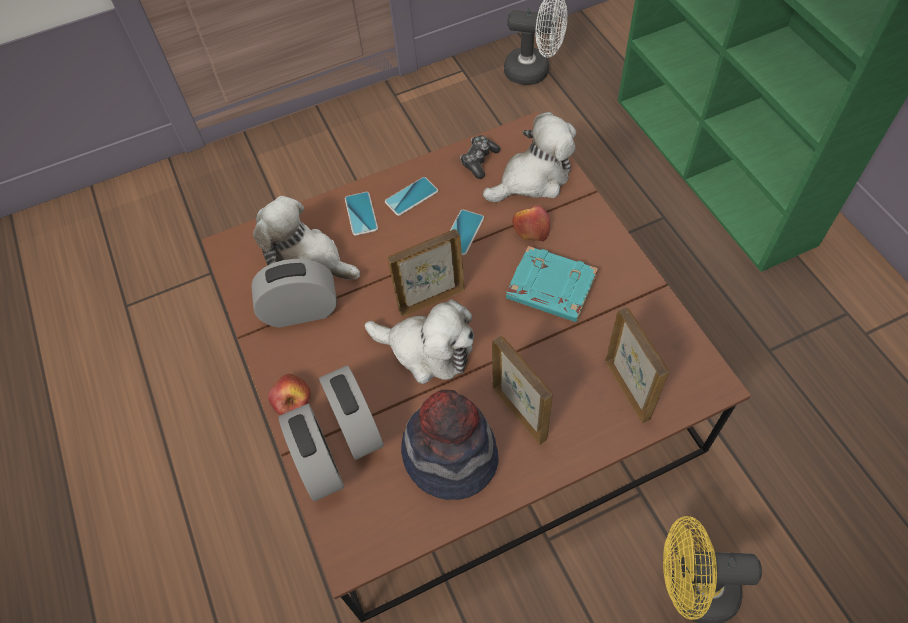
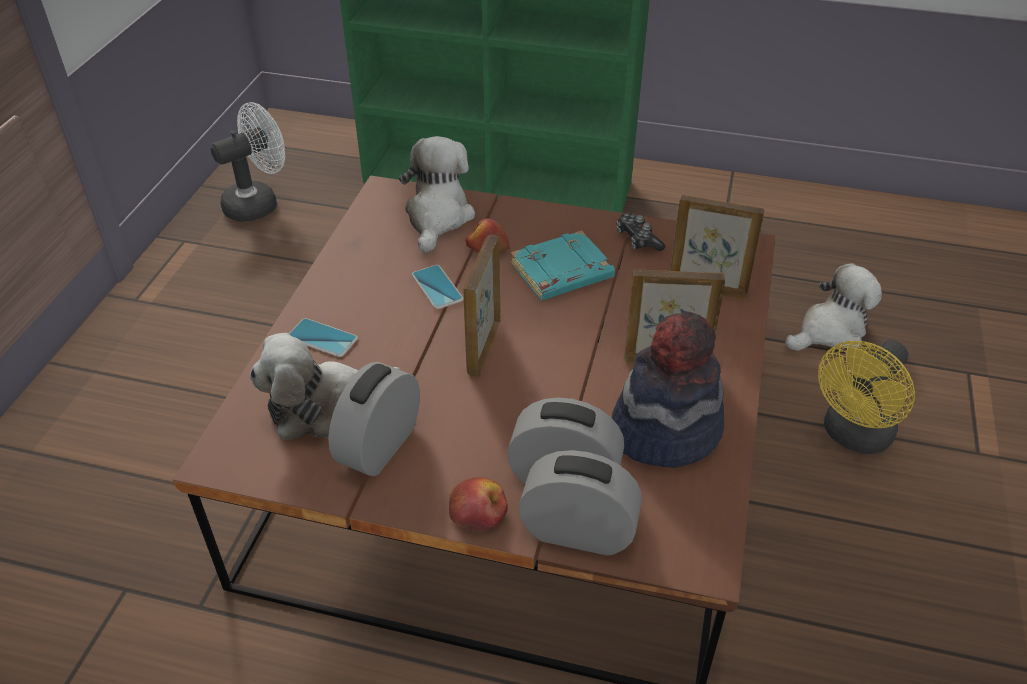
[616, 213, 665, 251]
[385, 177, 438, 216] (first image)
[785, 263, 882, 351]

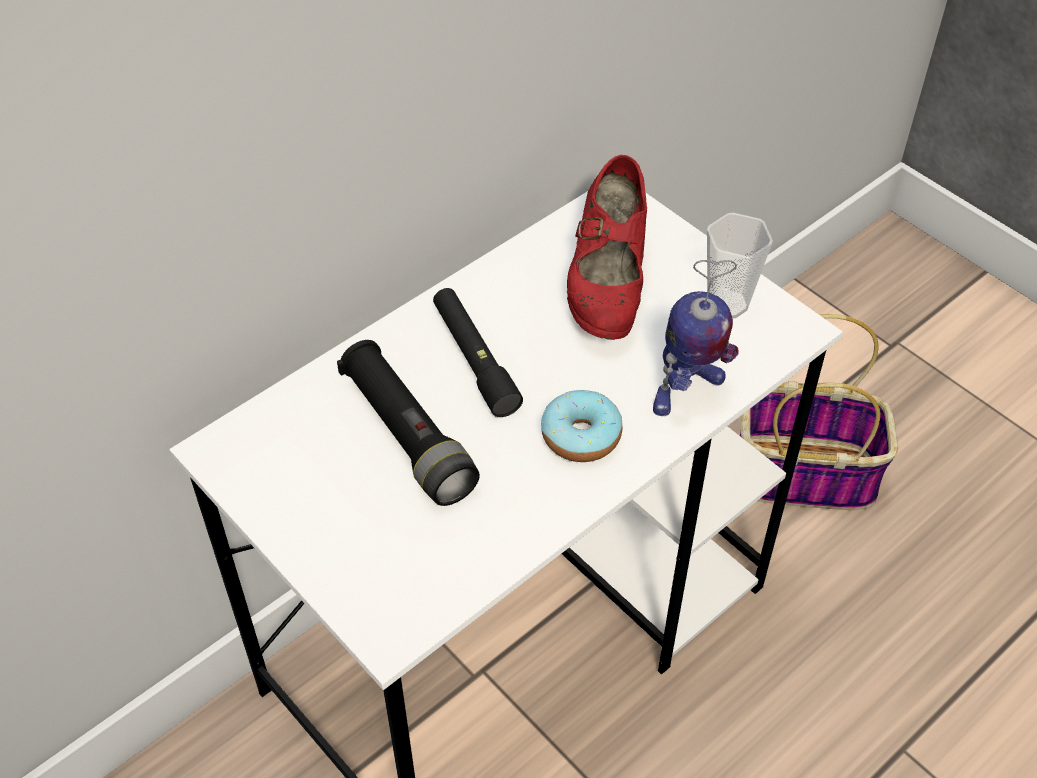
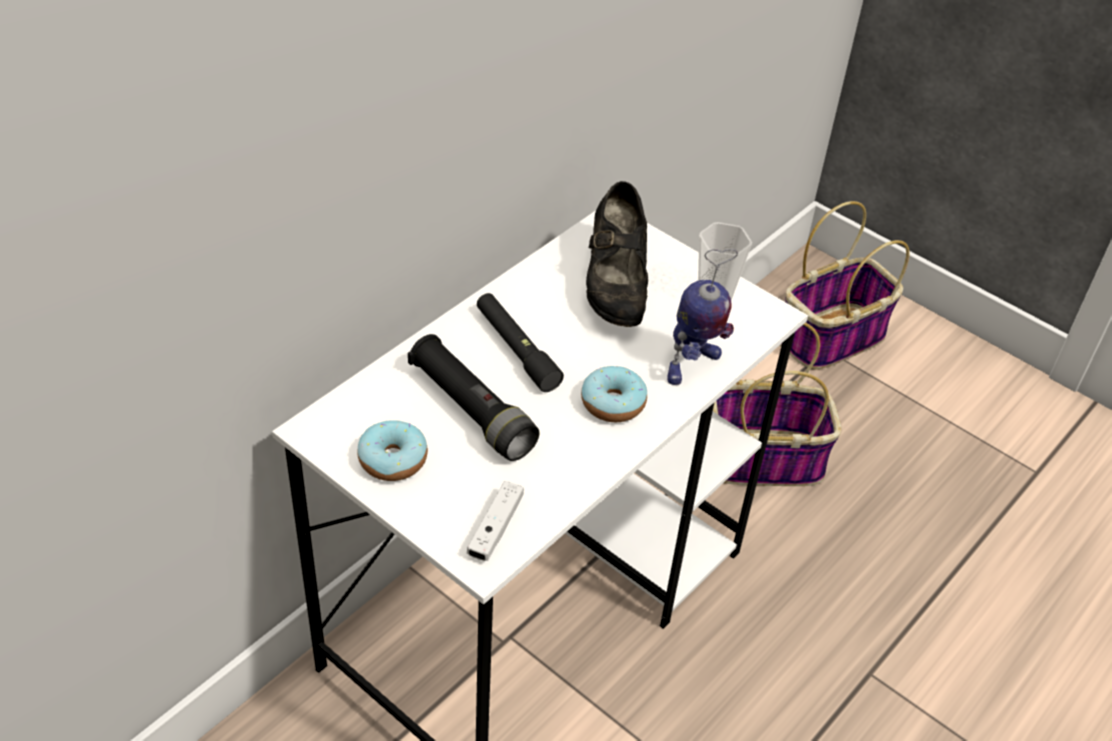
[586, 181, 648, 327]
[780, 201, 910, 370]
[357, 420, 428, 481]
[467, 481, 524, 561]

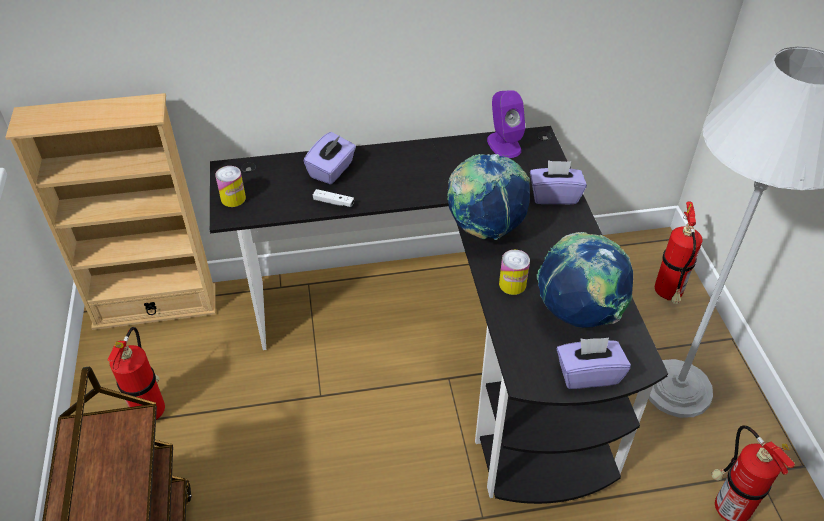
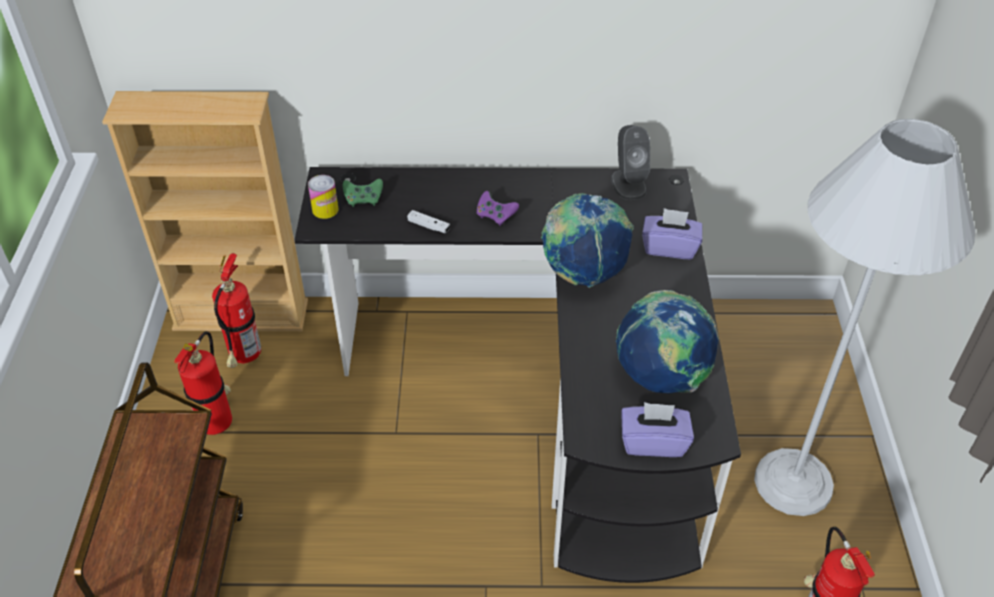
[611, 125, 650, 200]
[304, 132, 356, 185] (first image)
[212, 253, 261, 368]
[499, 250, 530, 295] (first image)
[343, 179, 383, 207]
[477, 191, 519, 226]

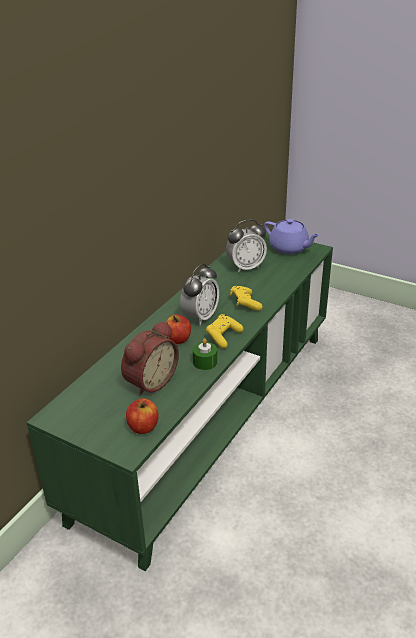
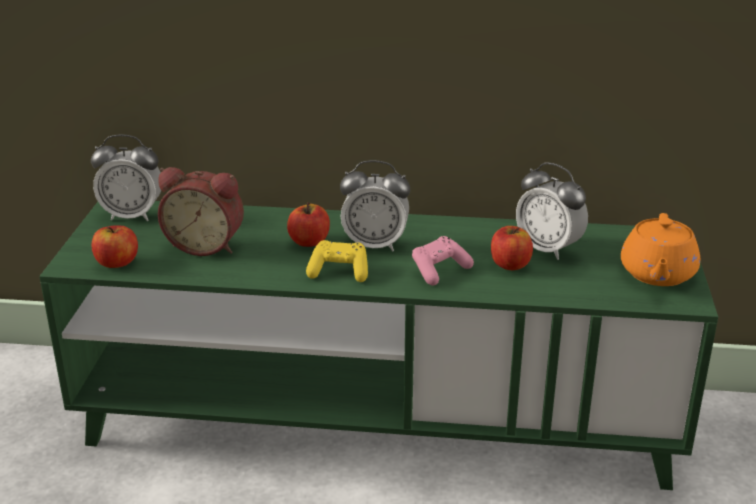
[621, 213, 700, 286]
[412, 236, 474, 286]
[193, 338, 217, 370] (first image)
[91, 134, 161, 221]
[491, 226, 533, 270]

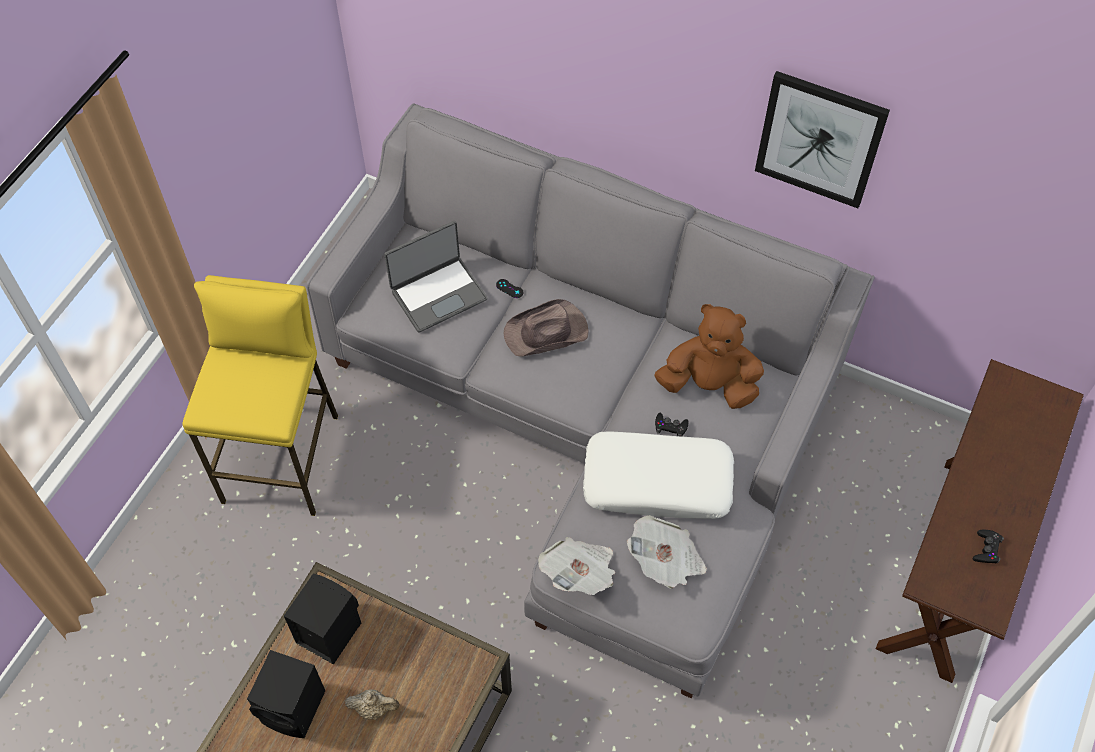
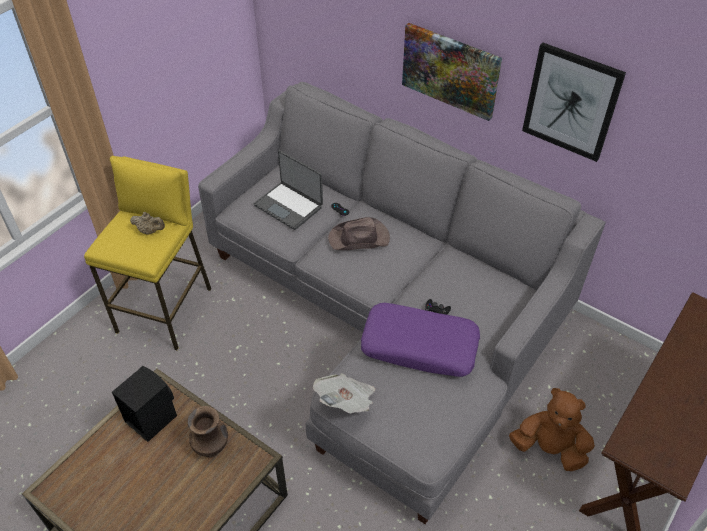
[253, 150, 323, 230]
[509, 388, 595, 471]
[361, 303, 480, 377]
[627, 515, 707, 588] (first image)
[973, 530, 1004, 563] (first image)
[247, 650, 325, 738] (first image)
[130, 212, 165, 235]
[402, 23, 502, 121]
[188, 406, 228, 458]

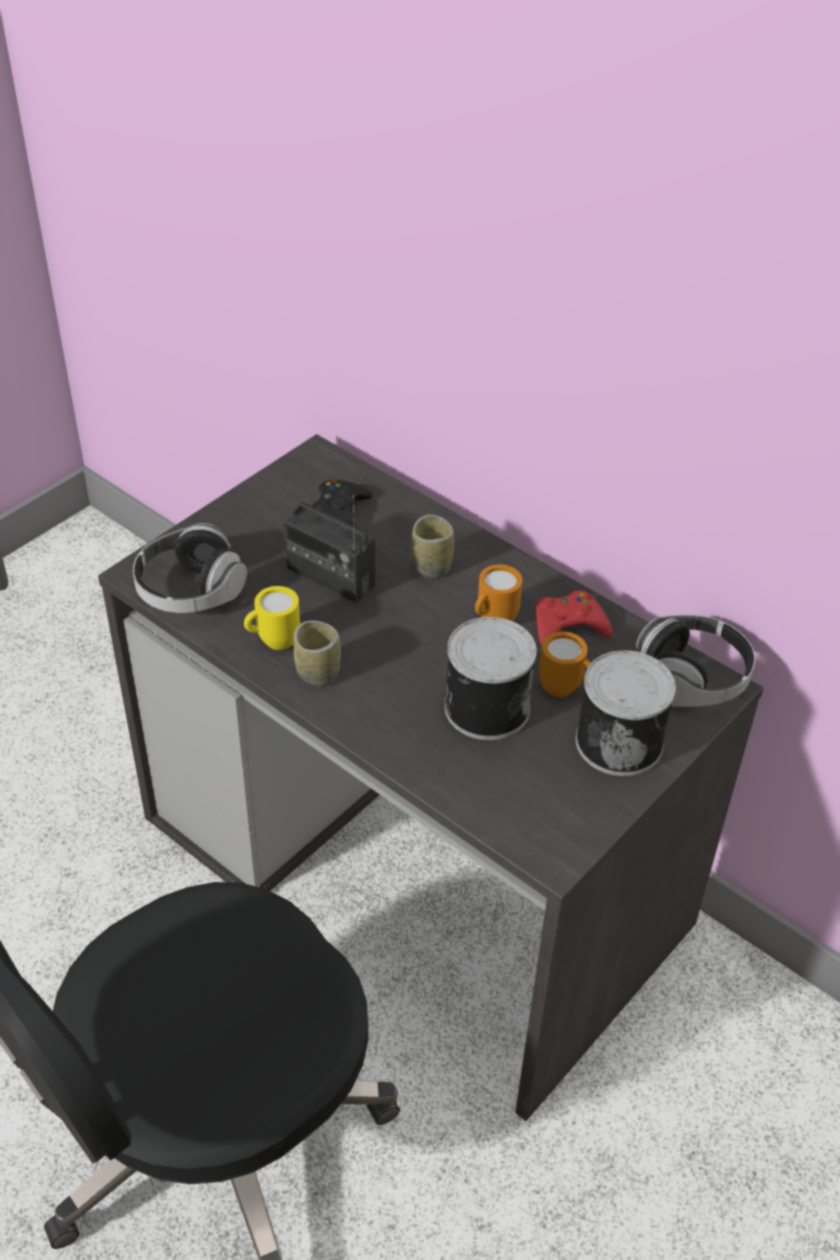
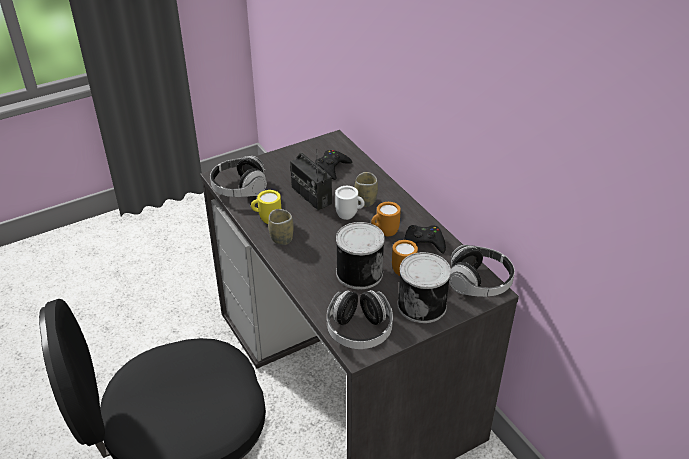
[404, 225, 446, 254]
[335, 186, 365, 220]
[327, 290, 393, 349]

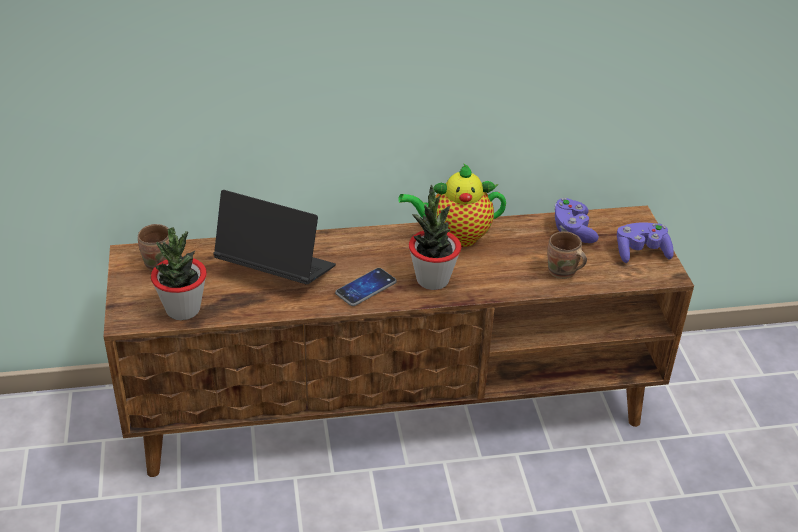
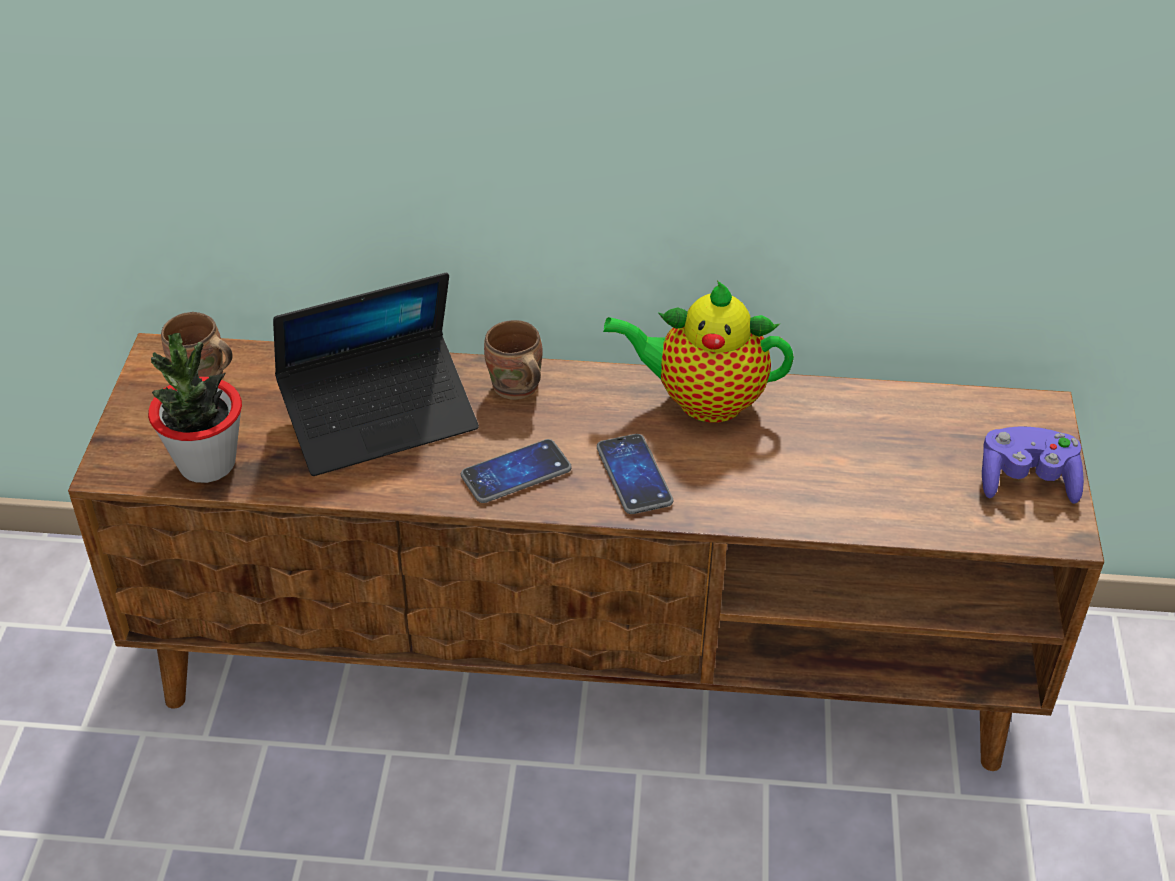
[597, 434, 673, 514]
[273, 273, 479, 476]
[554, 198, 599, 243] (first image)
[484, 320, 543, 400]

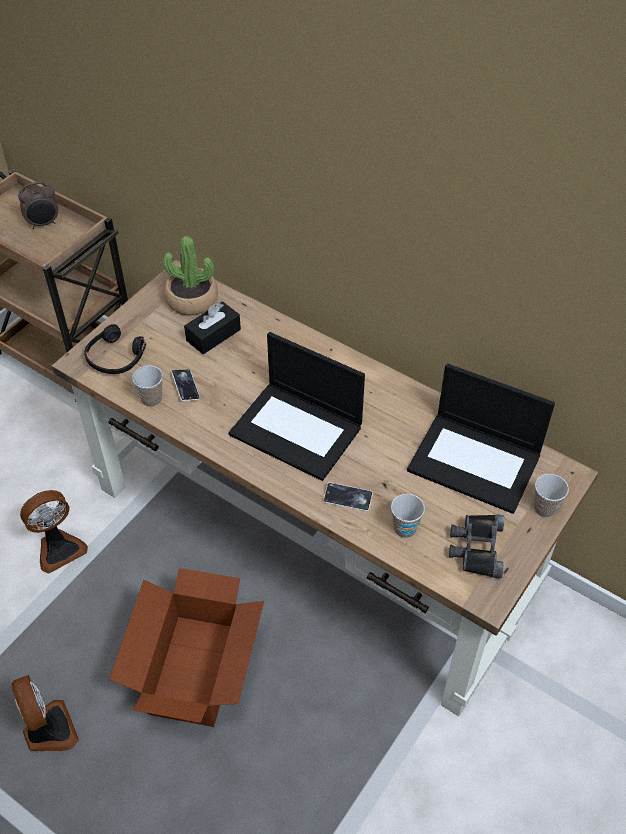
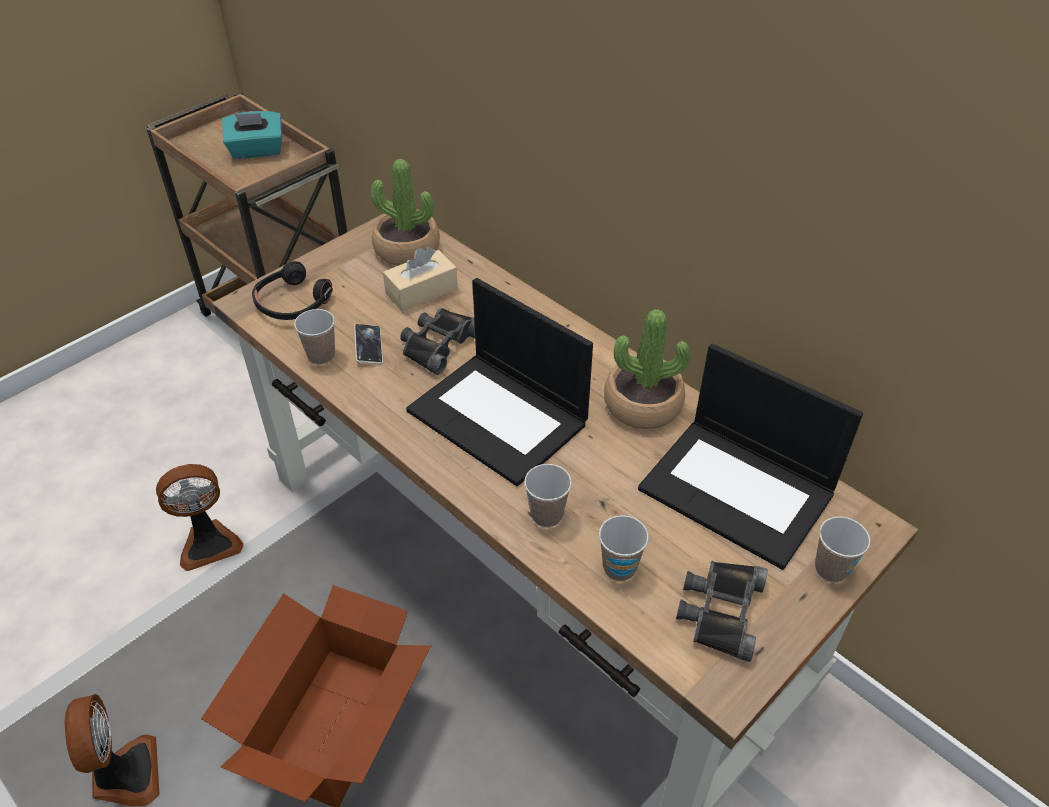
[222, 111, 282, 159]
[383, 247, 458, 312]
[524, 464, 572, 527]
[400, 308, 475, 375]
[604, 309, 690, 429]

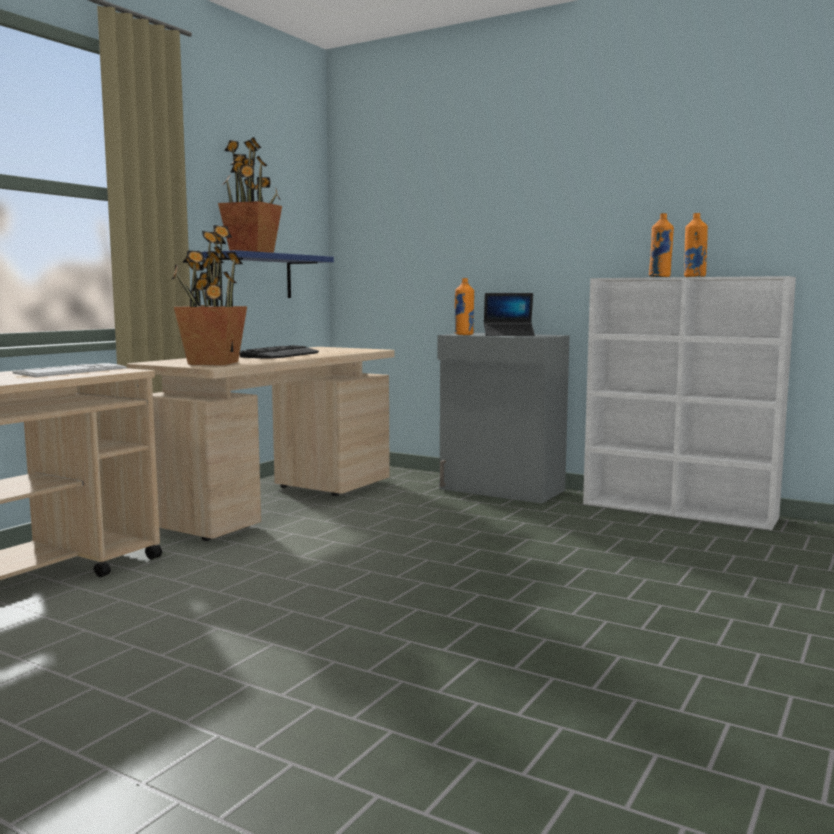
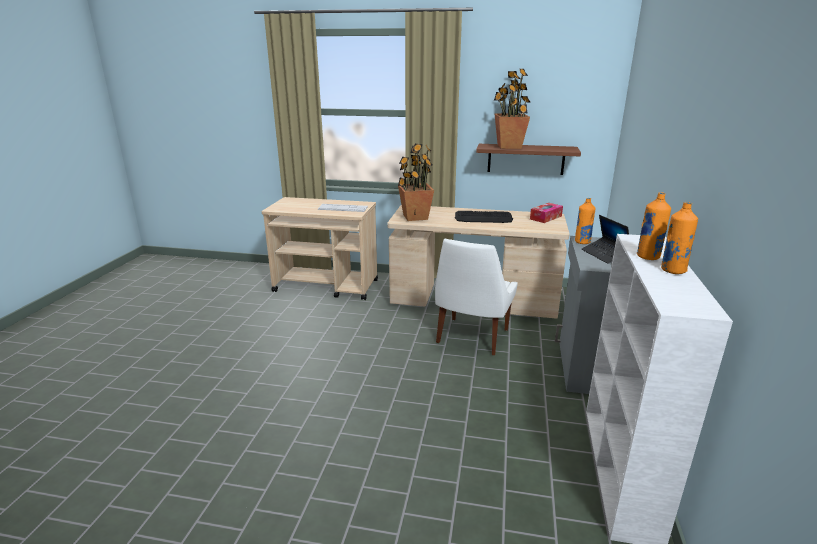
[476, 144, 581, 175]
[530, 203, 563, 223]
[435, 239, 518, 355]

